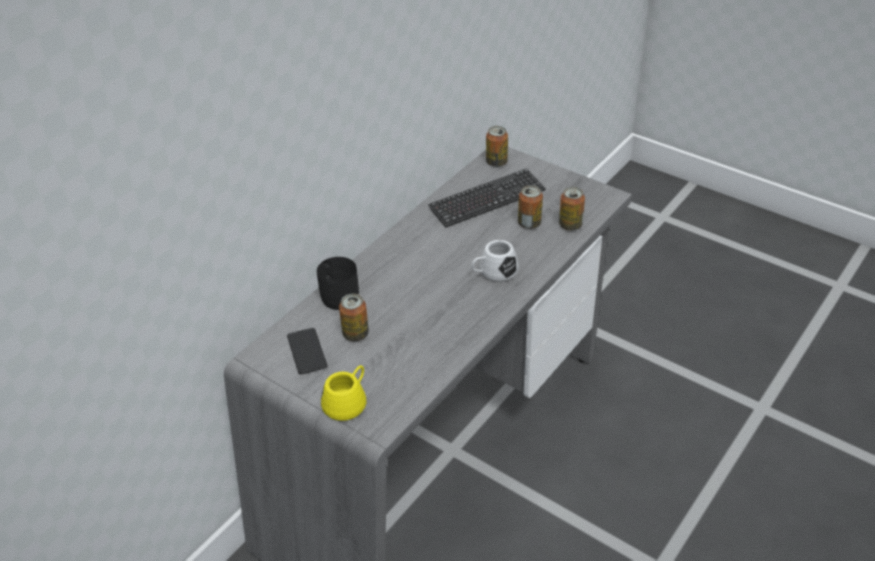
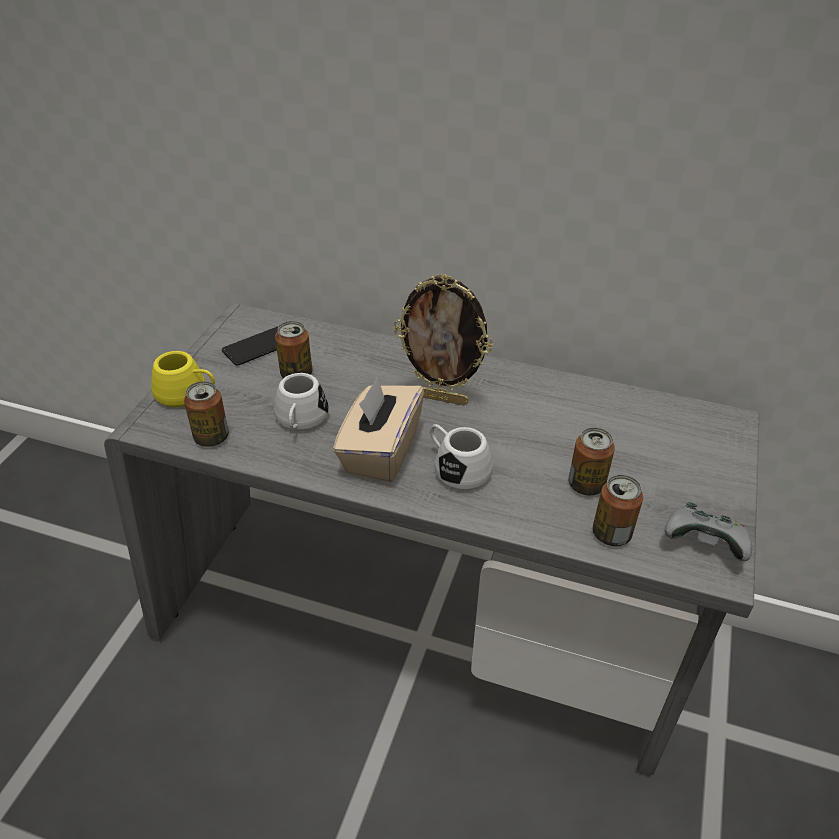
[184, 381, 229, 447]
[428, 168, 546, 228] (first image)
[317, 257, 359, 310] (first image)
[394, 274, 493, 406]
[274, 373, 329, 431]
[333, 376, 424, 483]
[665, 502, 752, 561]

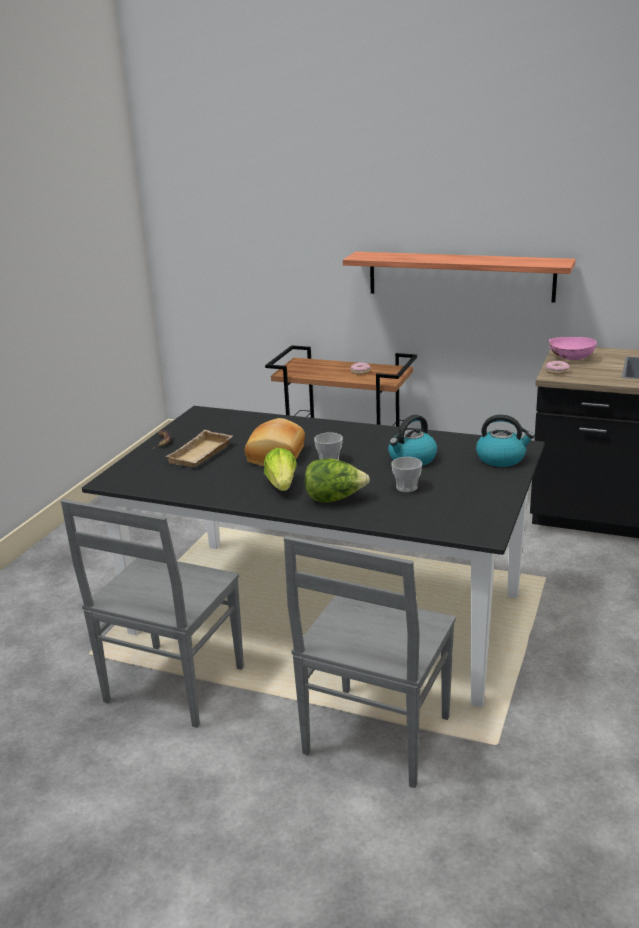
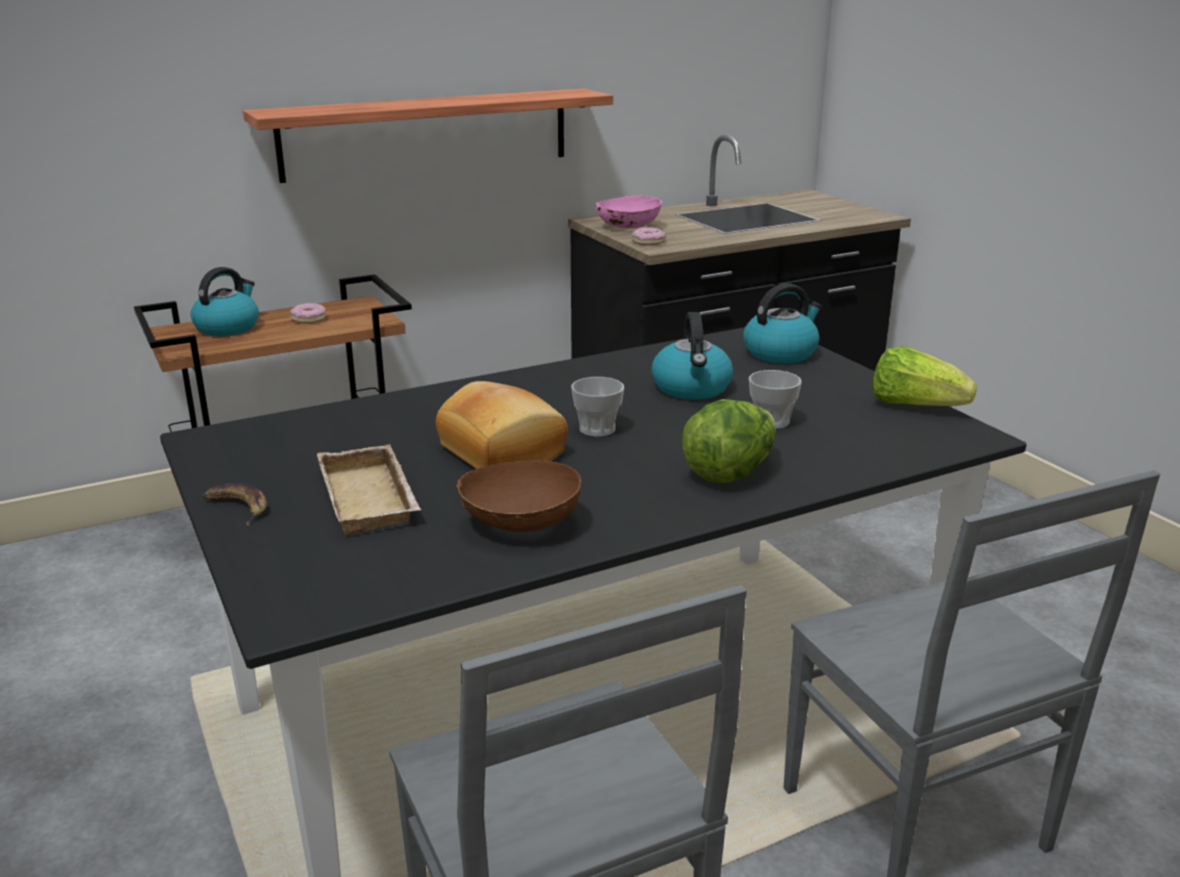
[872, 346, 977, 406]
[191, 267, 259, 336]
[456, 460, 582, 532]

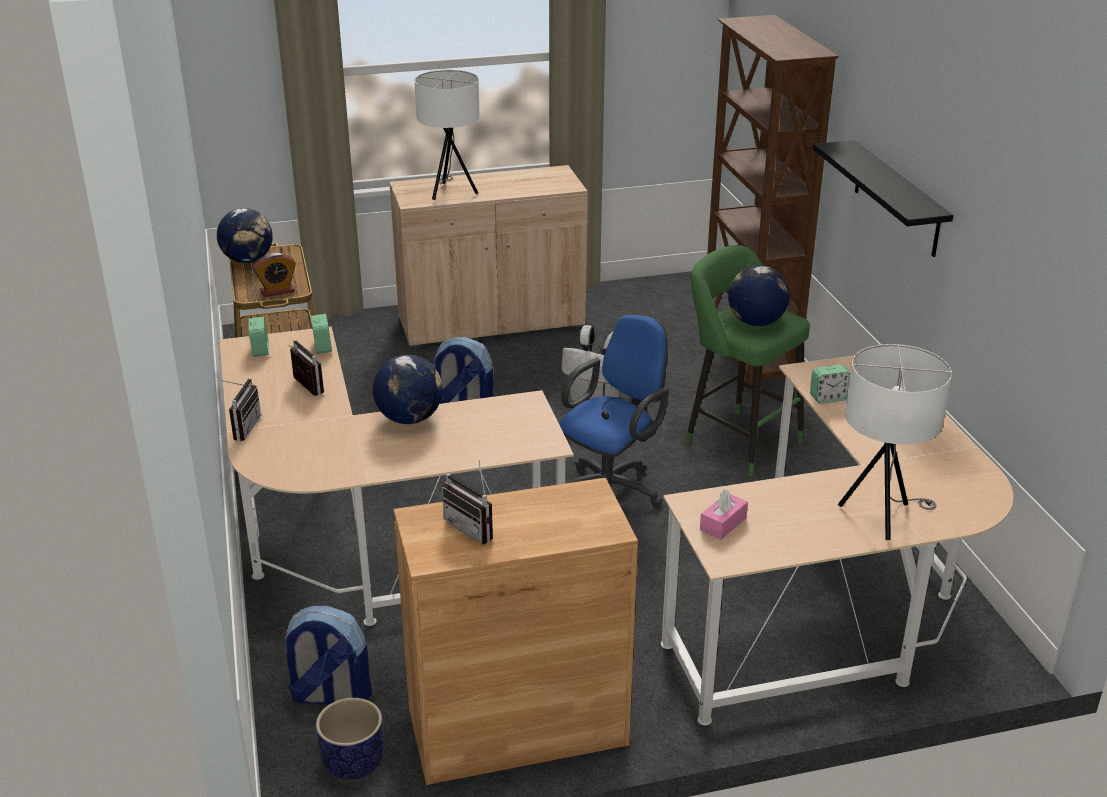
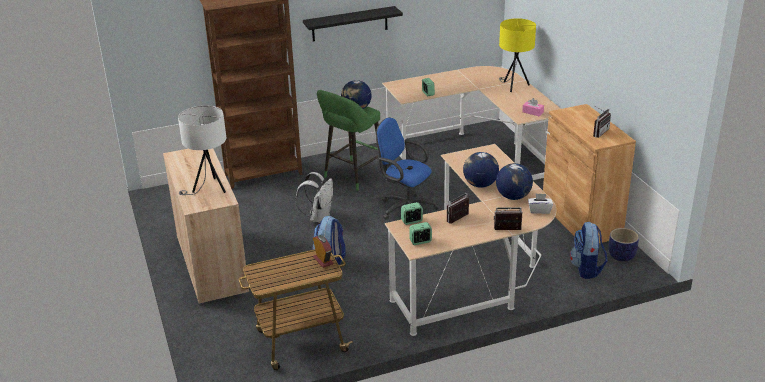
[496, 163, 533, 200]
[499, 18, 536, 92]
[528, 194, 553, 214]

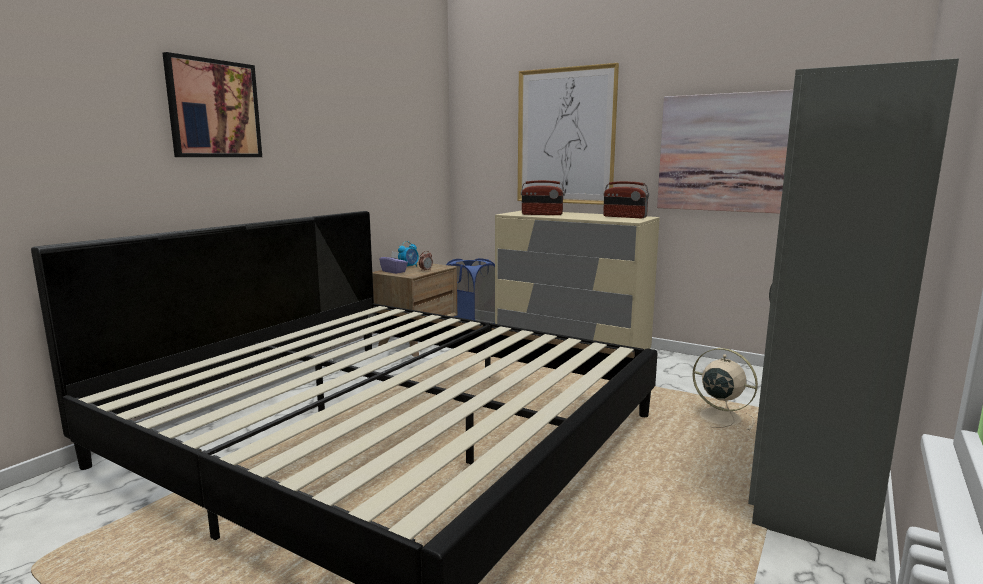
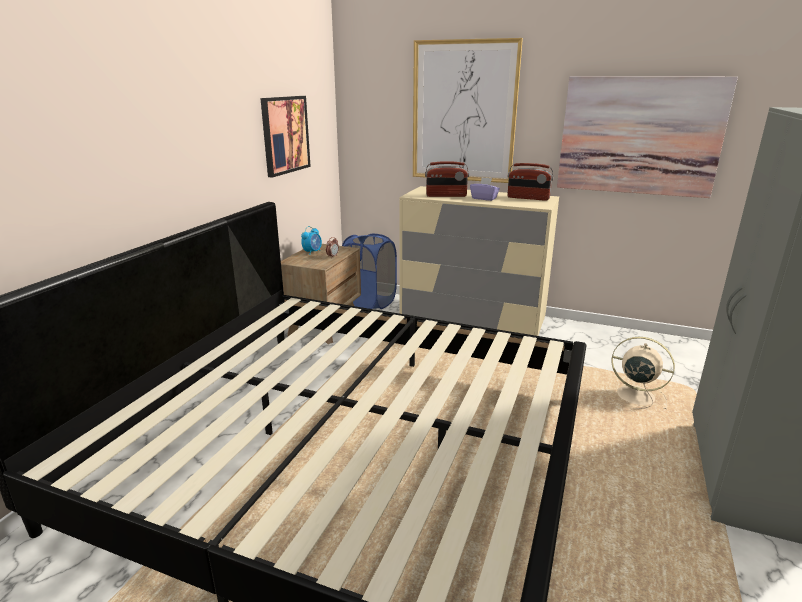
[260, 96, 311, 178]
[470, 177, 500, 201]

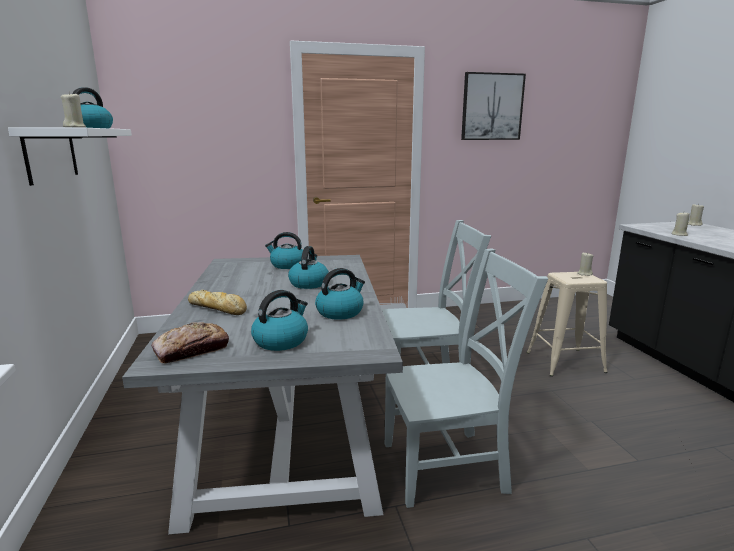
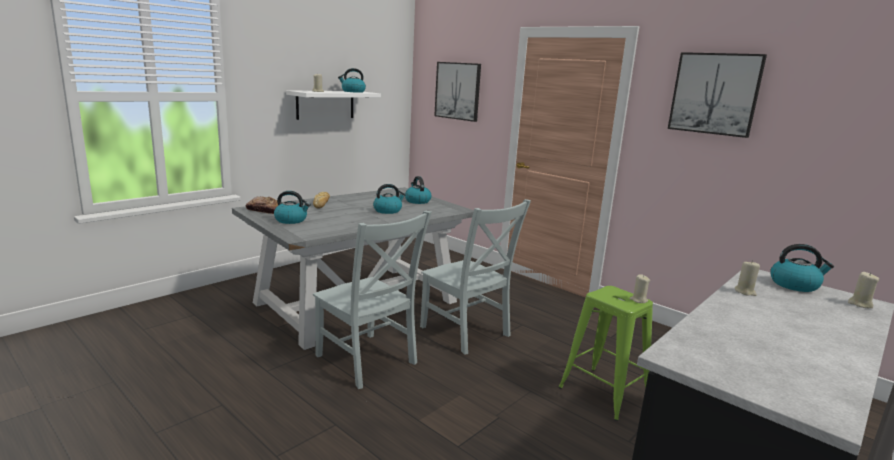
[770, 244, 834, 292]
[559, 286, 653, 421]
[434, 62, 481, 122]

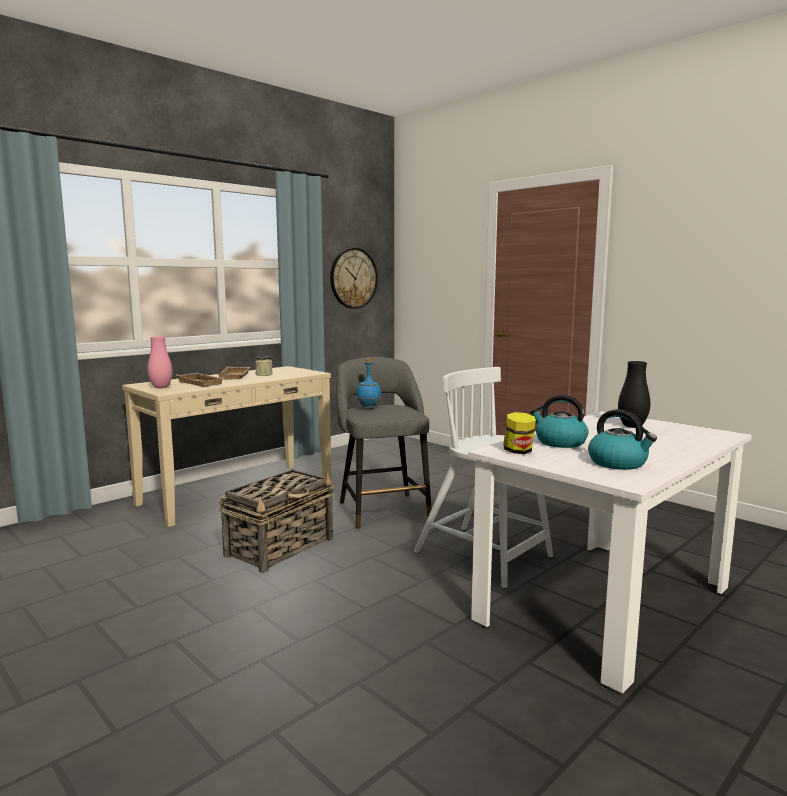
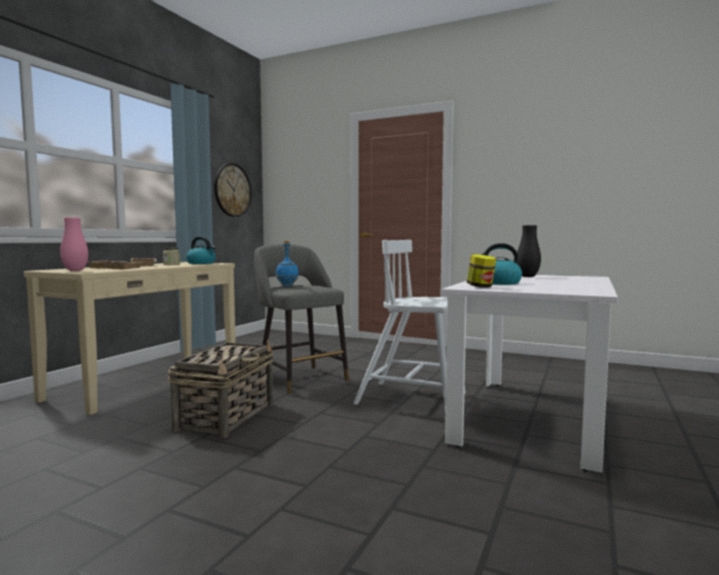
[186, 236, 216, 264]

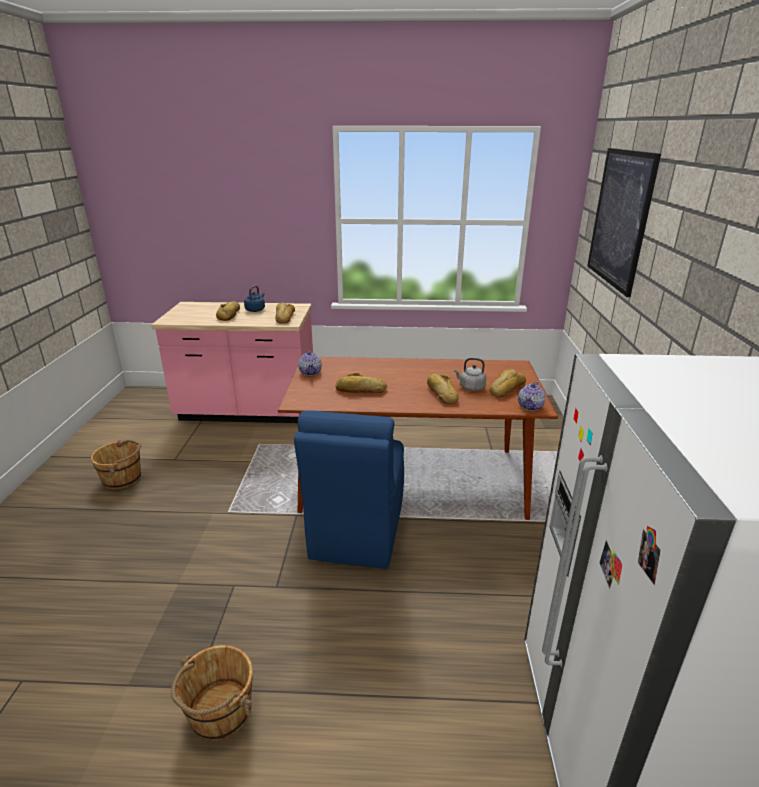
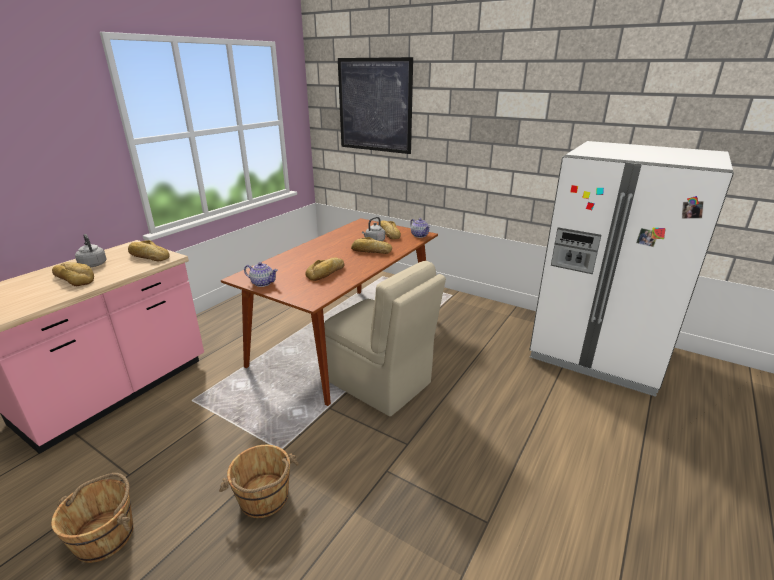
[75, 234, 106, 267]
[324, 261, 446, 417]
[219, 445, 299, 518]

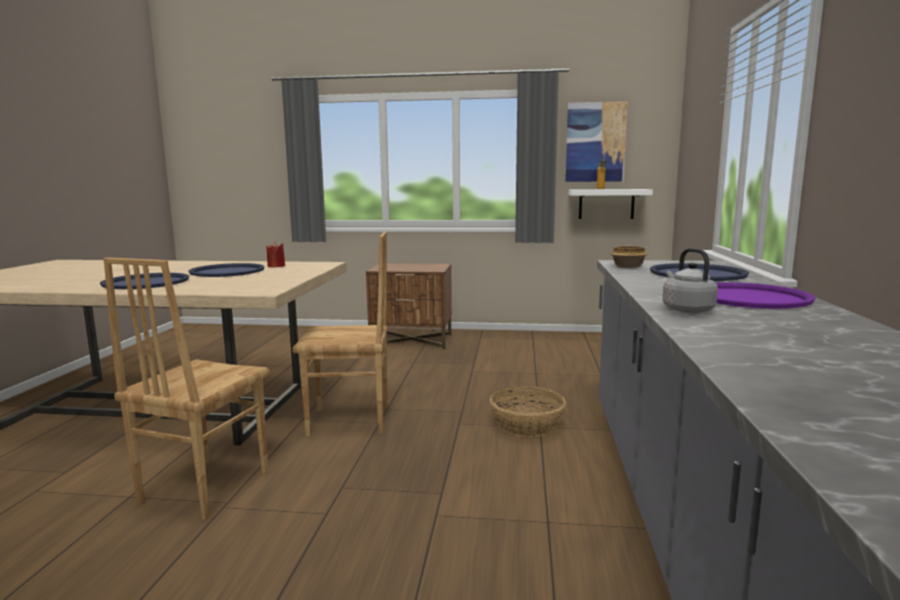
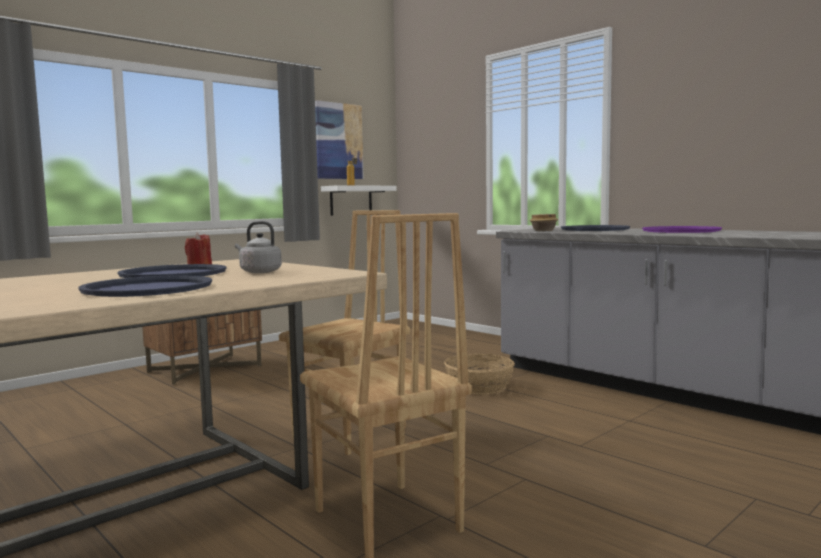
[235, 221, 282, 273]

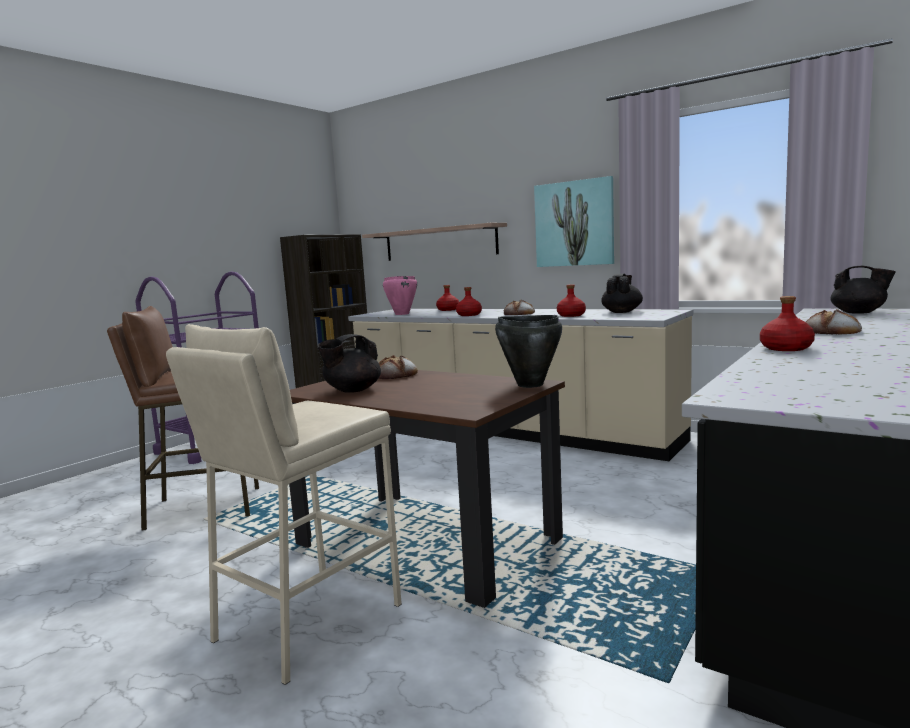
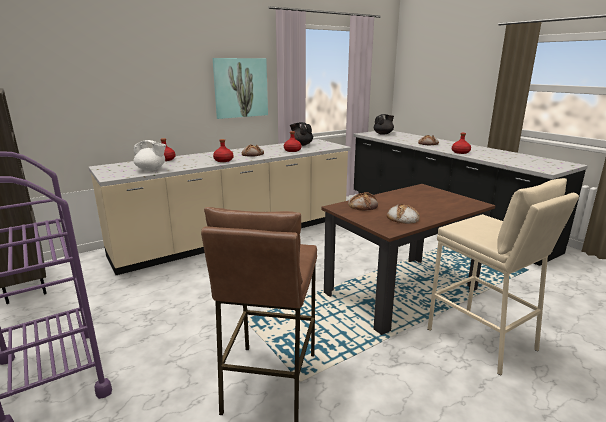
[362, 223, 507, 261] (first image)
[134, 140, 166, 171]
[495, 315, 562, 388] (first image)
[387, 204, 420, 224]

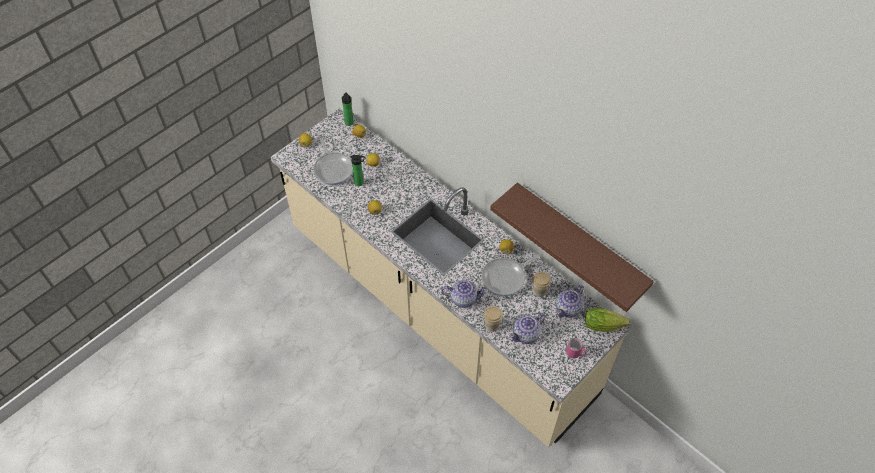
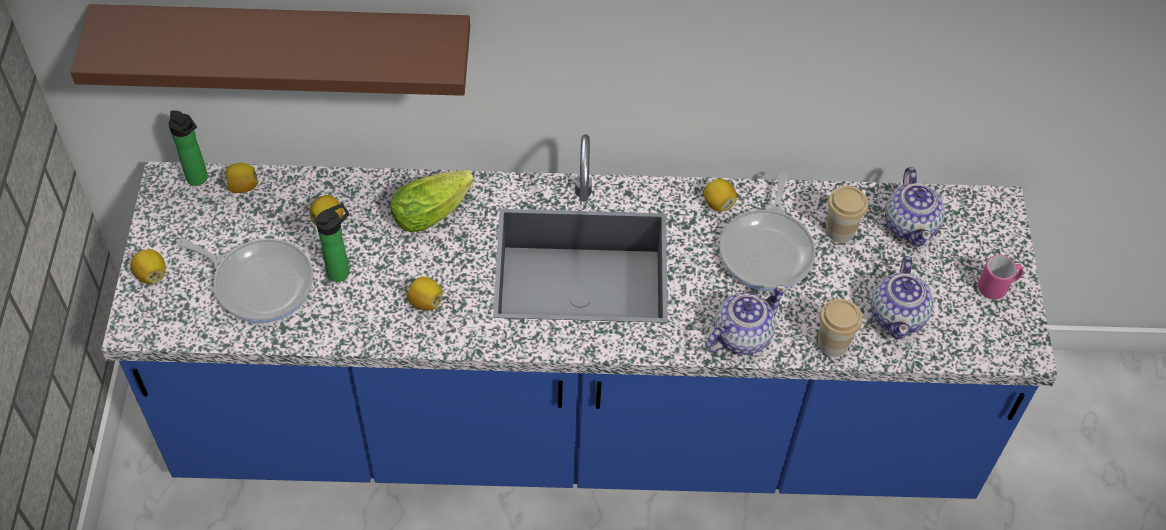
[102, 134, 1057, 499]
[70, 4, 470, 96]
[390, 170, 474, 232]

